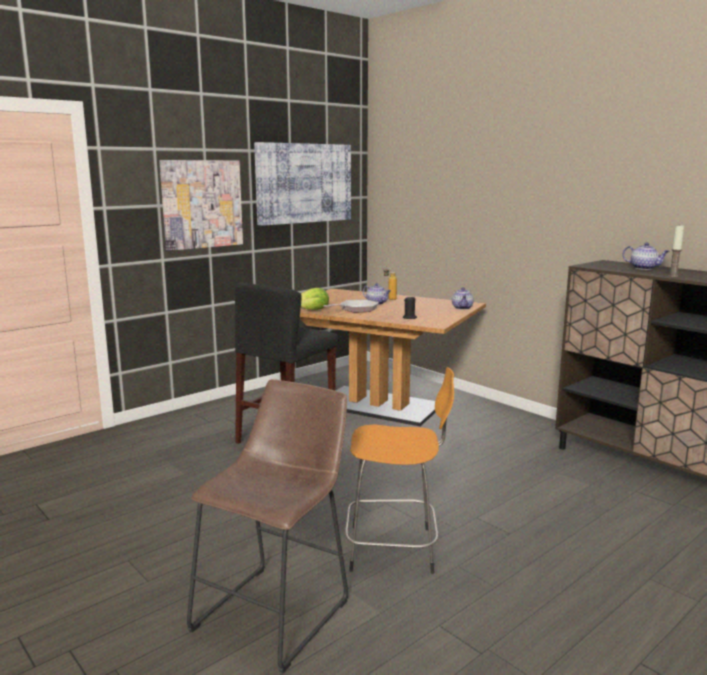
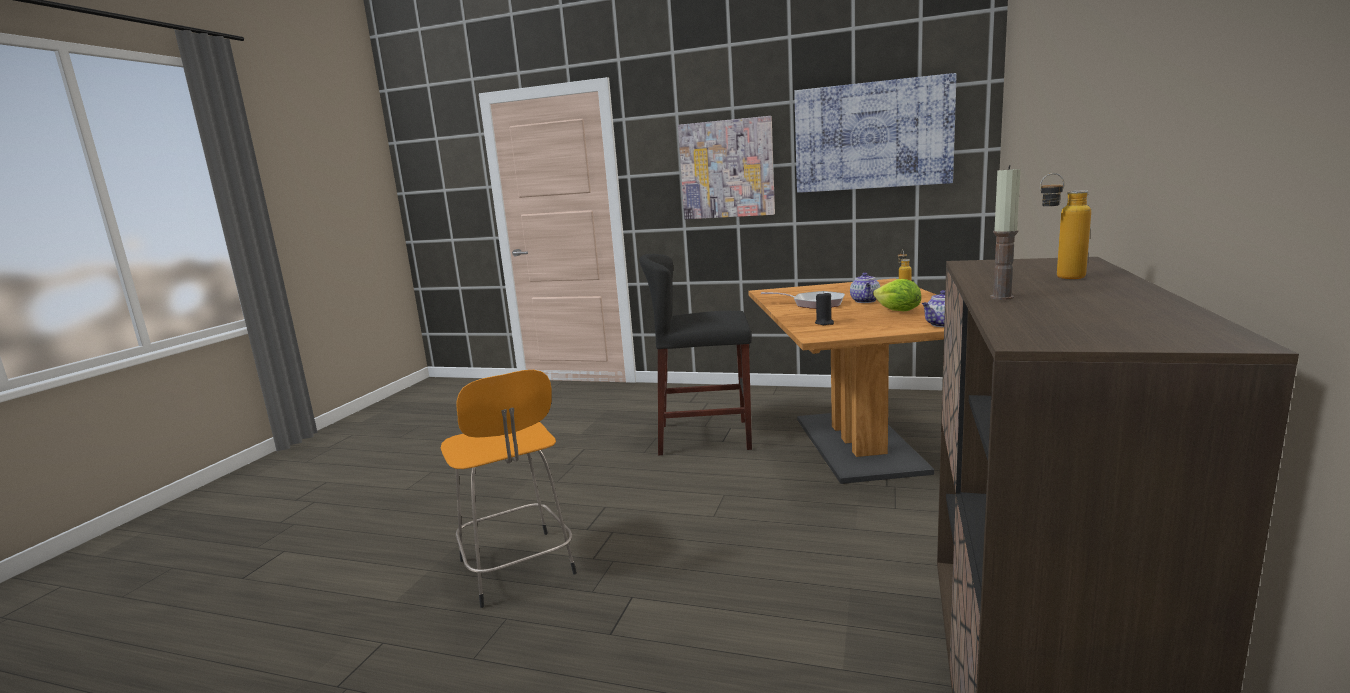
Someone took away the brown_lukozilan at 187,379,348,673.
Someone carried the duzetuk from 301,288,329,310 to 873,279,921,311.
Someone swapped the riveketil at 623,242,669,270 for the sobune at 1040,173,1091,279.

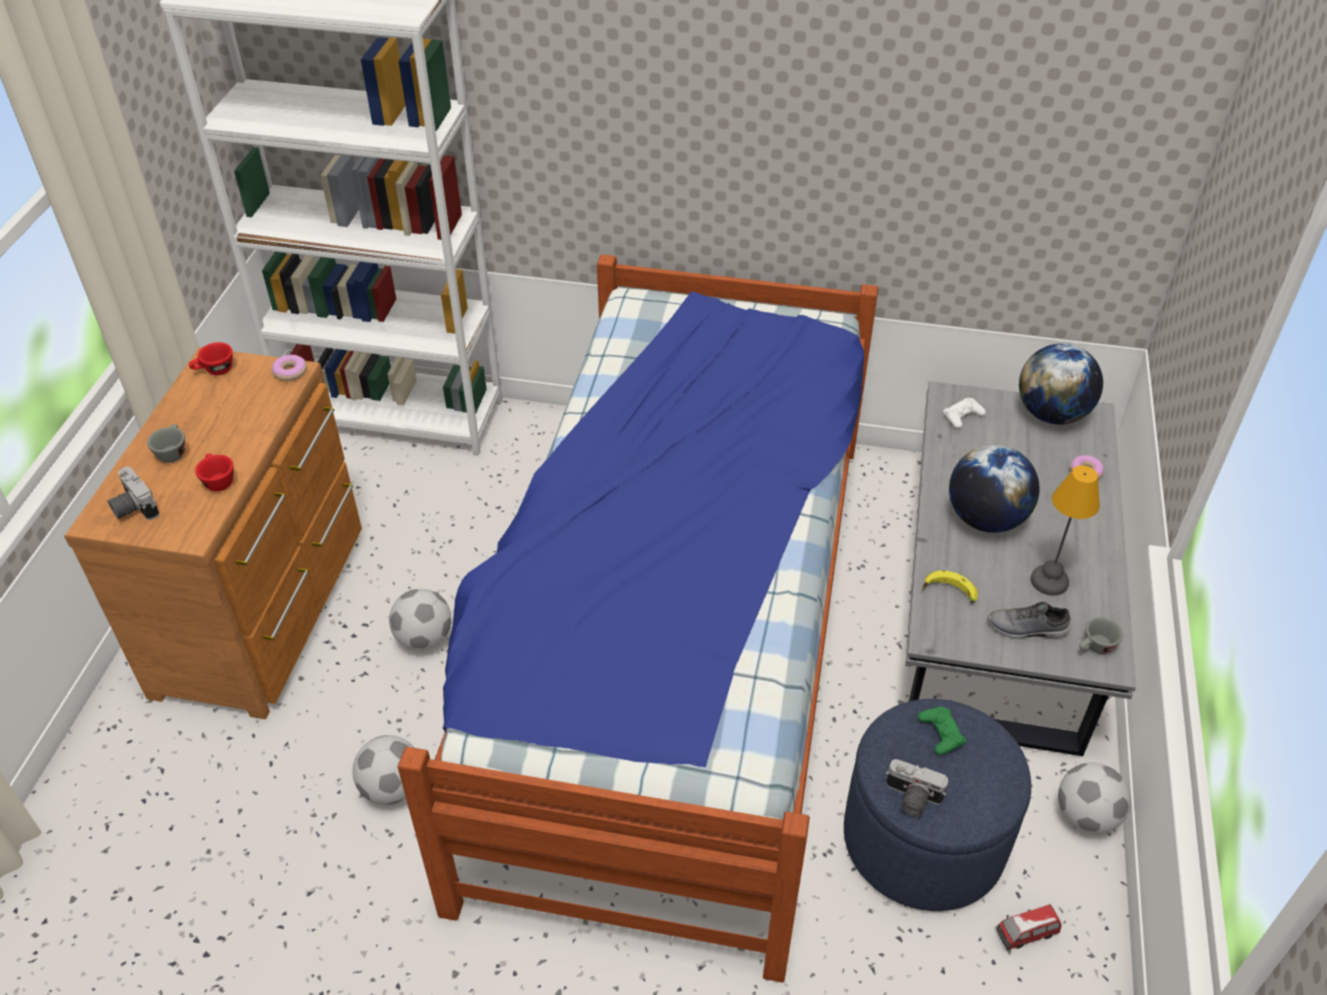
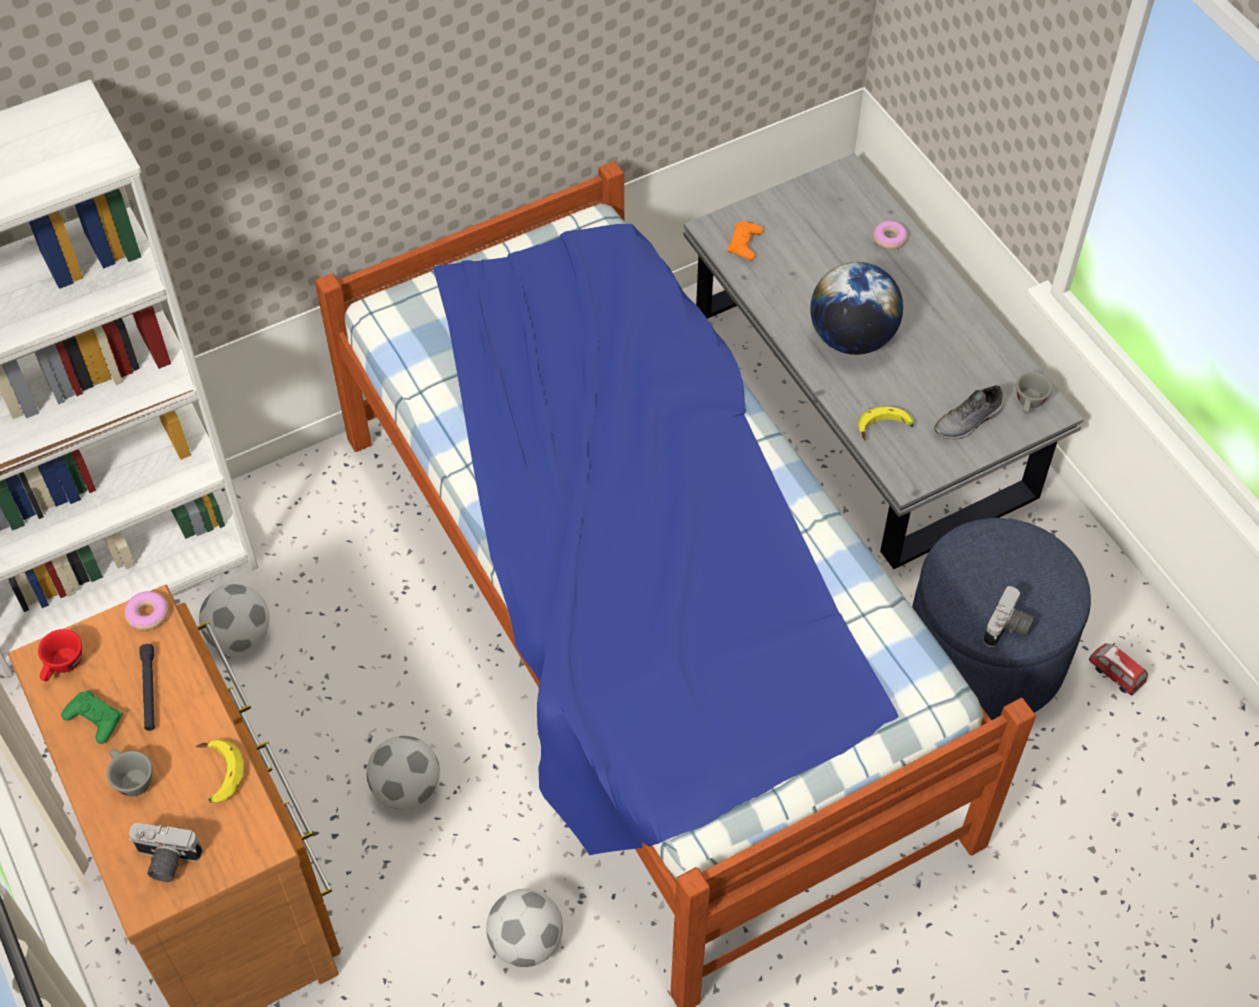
Someone swapped the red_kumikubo at 195,454,234,491 for the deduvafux at 196,740,244,803.
Someone rotated the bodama at 886,759,948,816 by 45 degrees counterclockwise.
Someone carried the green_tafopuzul from 918,707,966,755 to 61,690,123,744.
Someone repainted the white_tafopuzul at 943,398,986,428, which became the orange_tafopuzul at 728,221,763,260.
Someone rotated the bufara at 996,904,1061,949 by 105 degrees clockwise.
Someone took away the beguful at 1019,343,1103,425.
Someone took away the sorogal at 1031,465,1100,596.
Someone carried the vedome from 1058,762,1131,834 to 199,584,270,653.
Someone put down the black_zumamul at 139,644,155,731.

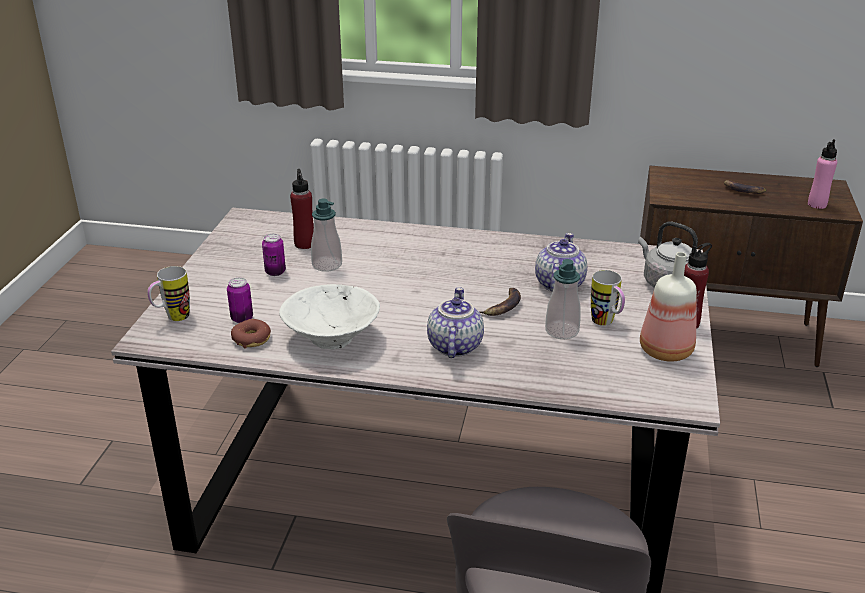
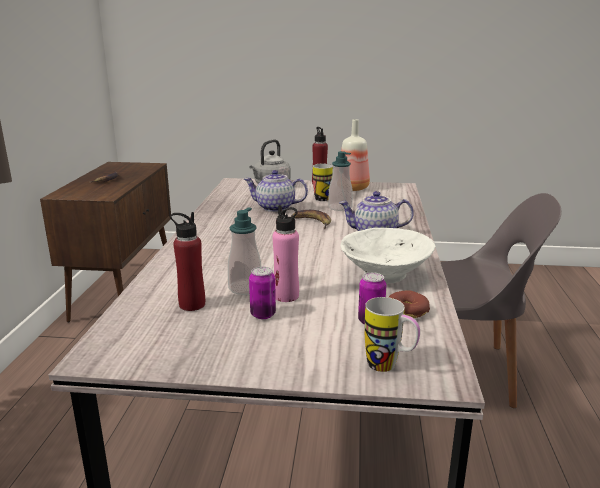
Someone carried the pink_sobune from 808,139,837,209 to 273,205,299,302.

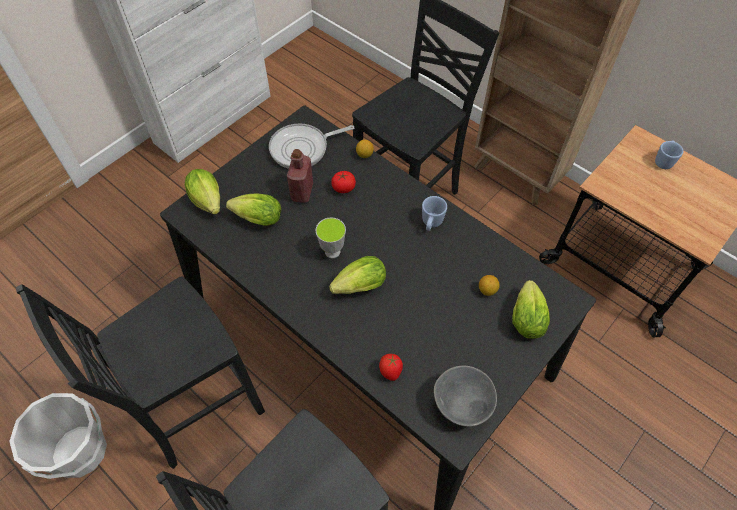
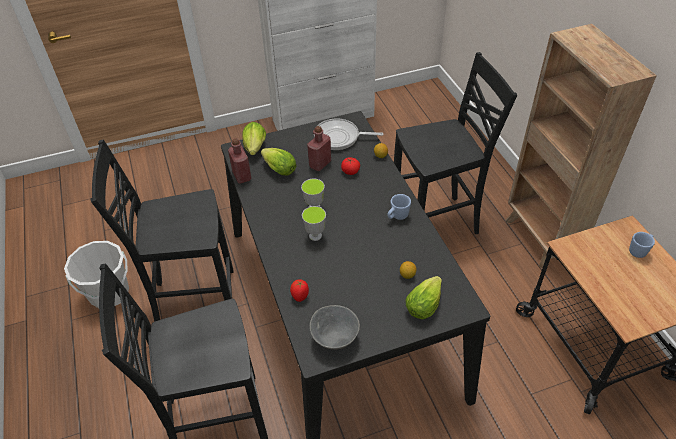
Someone swapped the duzetuk at 329,256,386,294 for the kumikubo at 302,206,326,241.
Someone put down the red_sobune at 228,138,251,183.

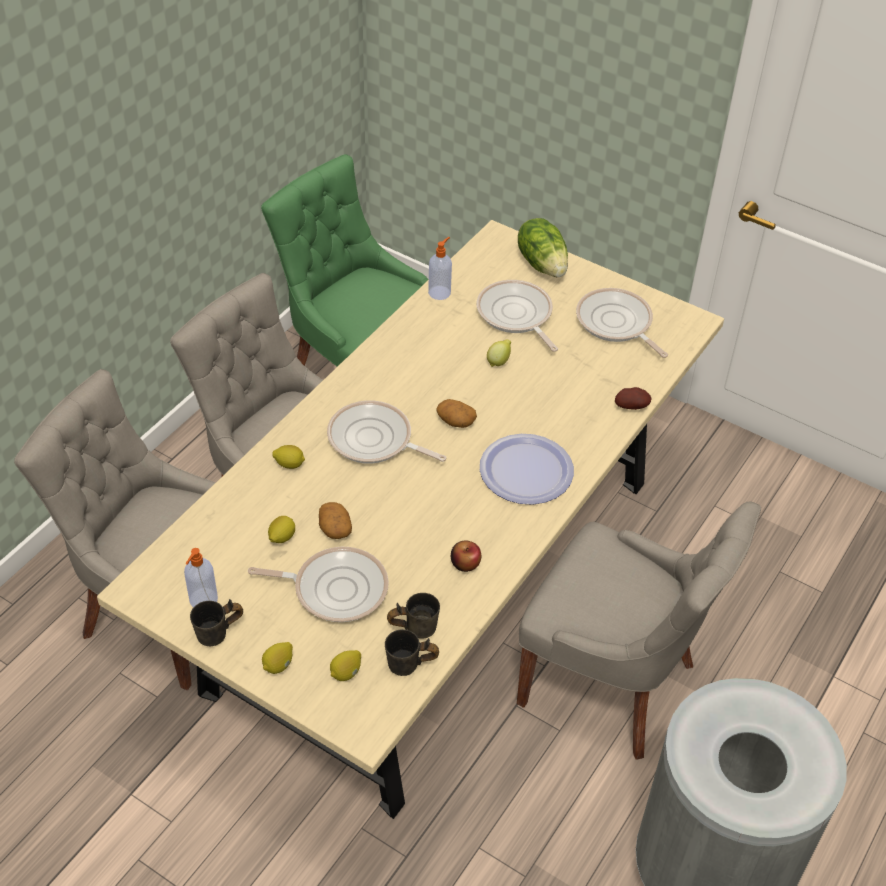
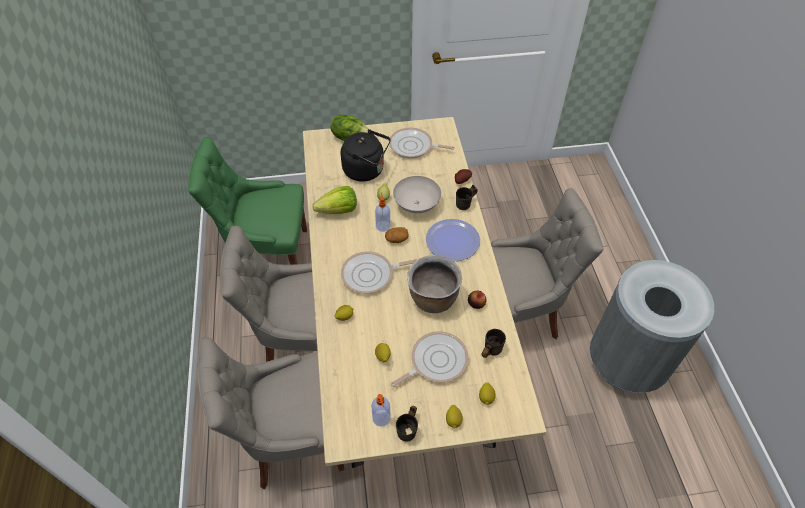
Someone took away the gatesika at 319,502,352,539.
Someone carried the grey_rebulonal from 385,629,439,676 to 456,184,478,210.
Someone carried the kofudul from 428,237,452,300 to 375,192,390,232.
Someone swapped the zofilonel at 476,280,558,352 for the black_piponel at 341,129,391,182.
Someone put down the duzetuk at 312,186,357,214.
Someone put down the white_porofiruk at 393,176,441,213.
Someone put down the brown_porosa at 407,255,462,313.

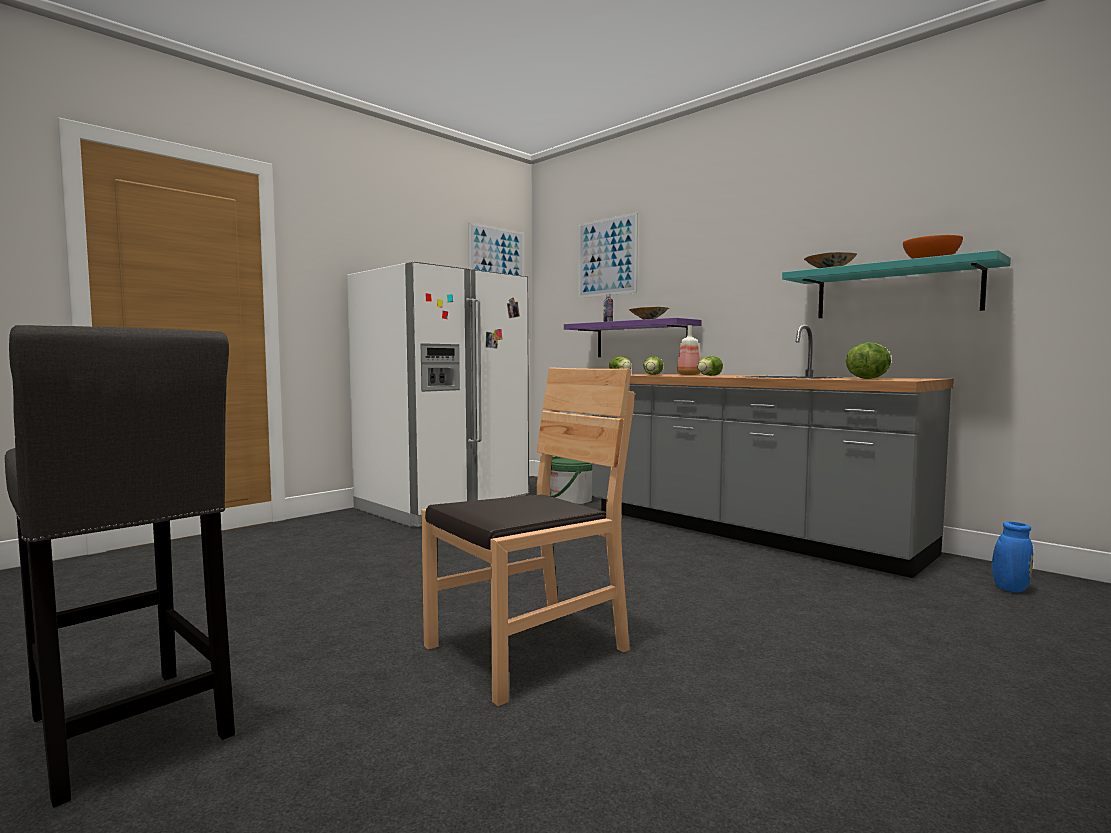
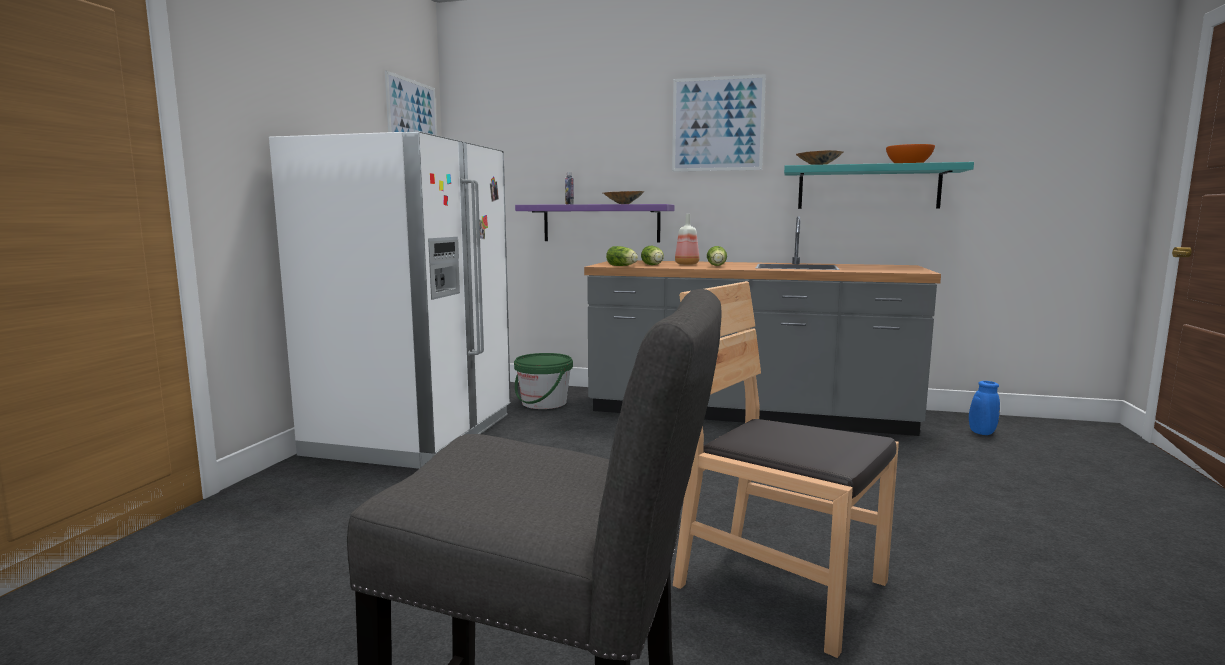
Someone rotated the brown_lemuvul at 421,367,634,706 by 75 degrees counterclockwise.
Someone carried the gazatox from 578,212,638,298 to 672,74,766,172.
Someone took away the duzetuk at 846,342,891,379.

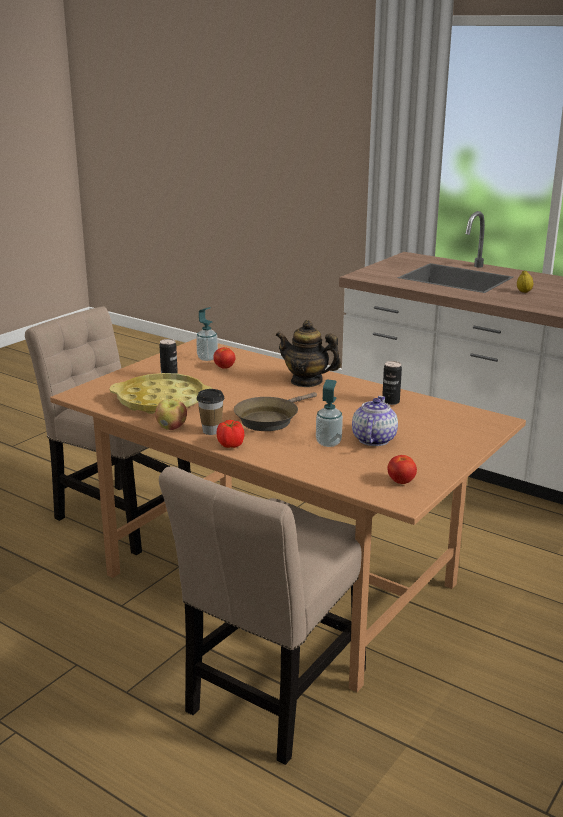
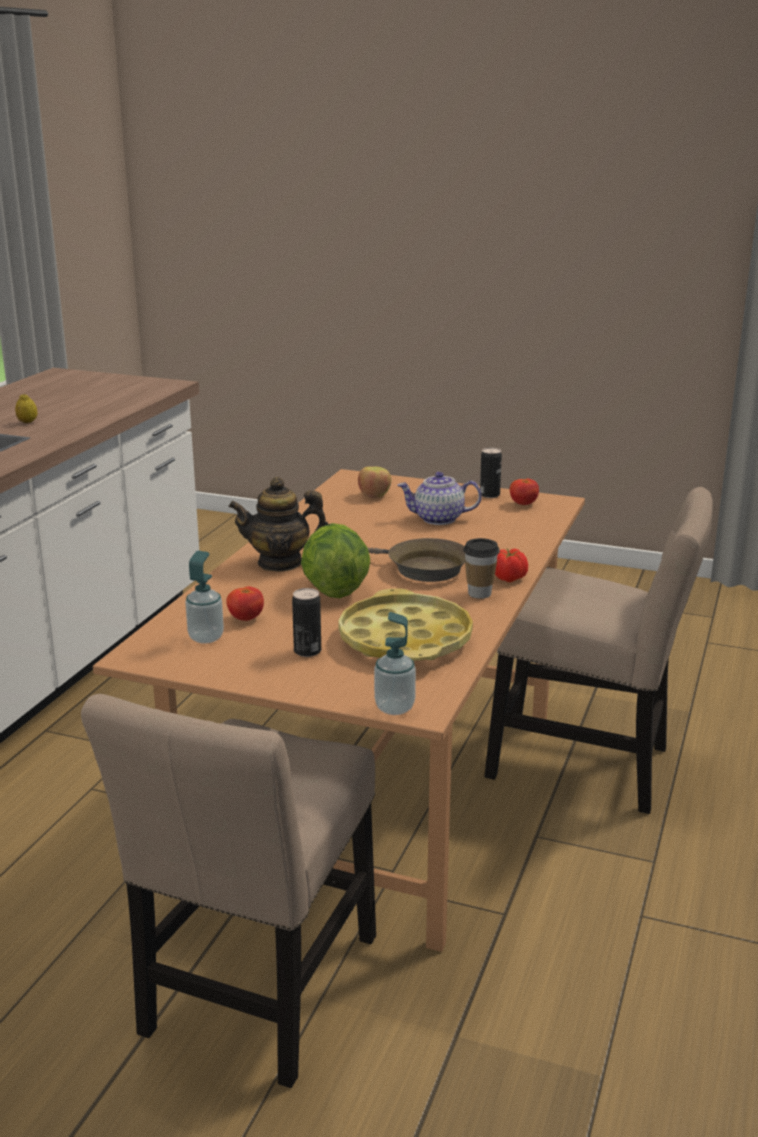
Someone carried the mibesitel from 155,399,187,430 to 358,466,392,498.
Someone rotated the riveketil at 276,320,341,387 by 75 degrees clockwise.
Someone carried the kofudul from 316,380,343,447 to 374,612,416,715.
Someone carried the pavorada from 382,361,402,405 to 480,448,502,498.
Someone put down the duzetuk at 301,523,370,598.

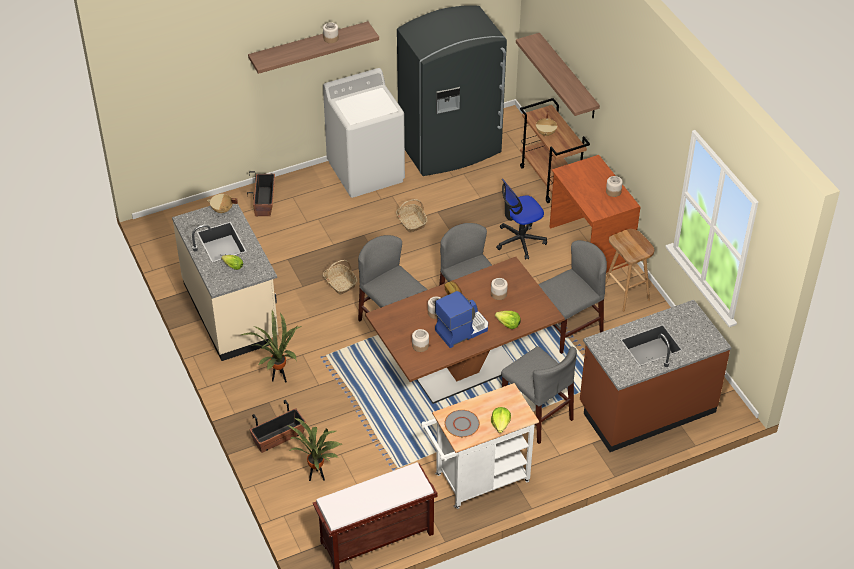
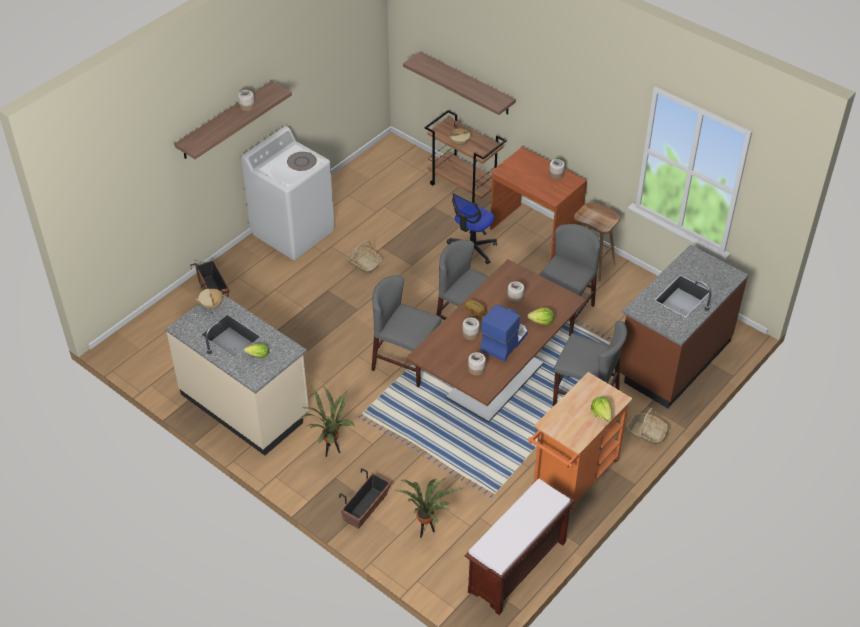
Someone carried the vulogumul from 323,260,357,295 to 627,408,668,445.
Someone took away the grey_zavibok at 397,5,507,176.
Someone repainted the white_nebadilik at 421,383,539,509, which became the orange_nebadilik at 528,372,633,511.
Someone carried the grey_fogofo from 445,410,480,437 to 287,152,317,171.

